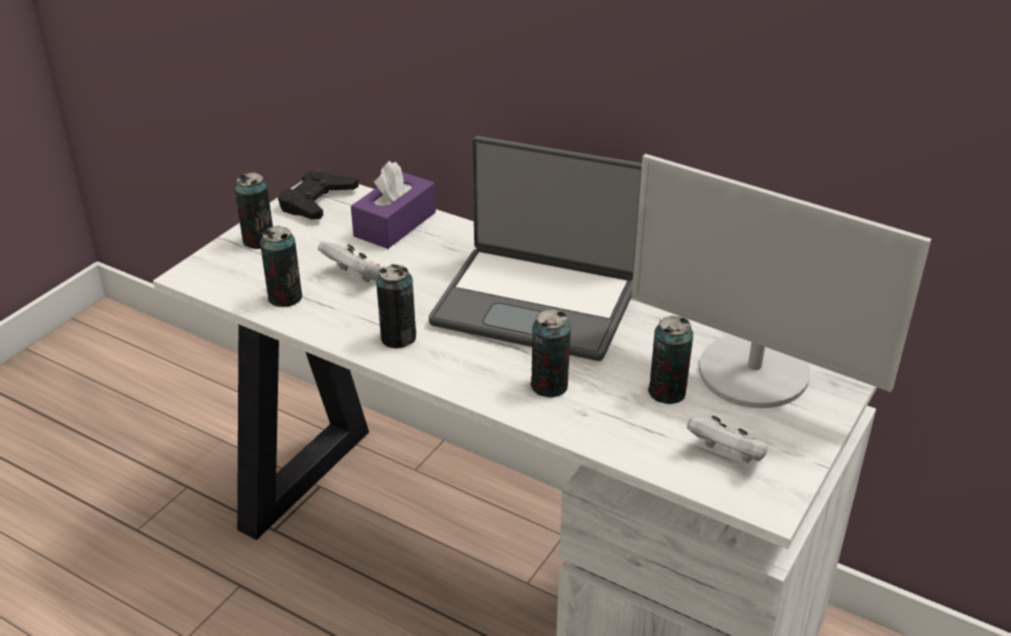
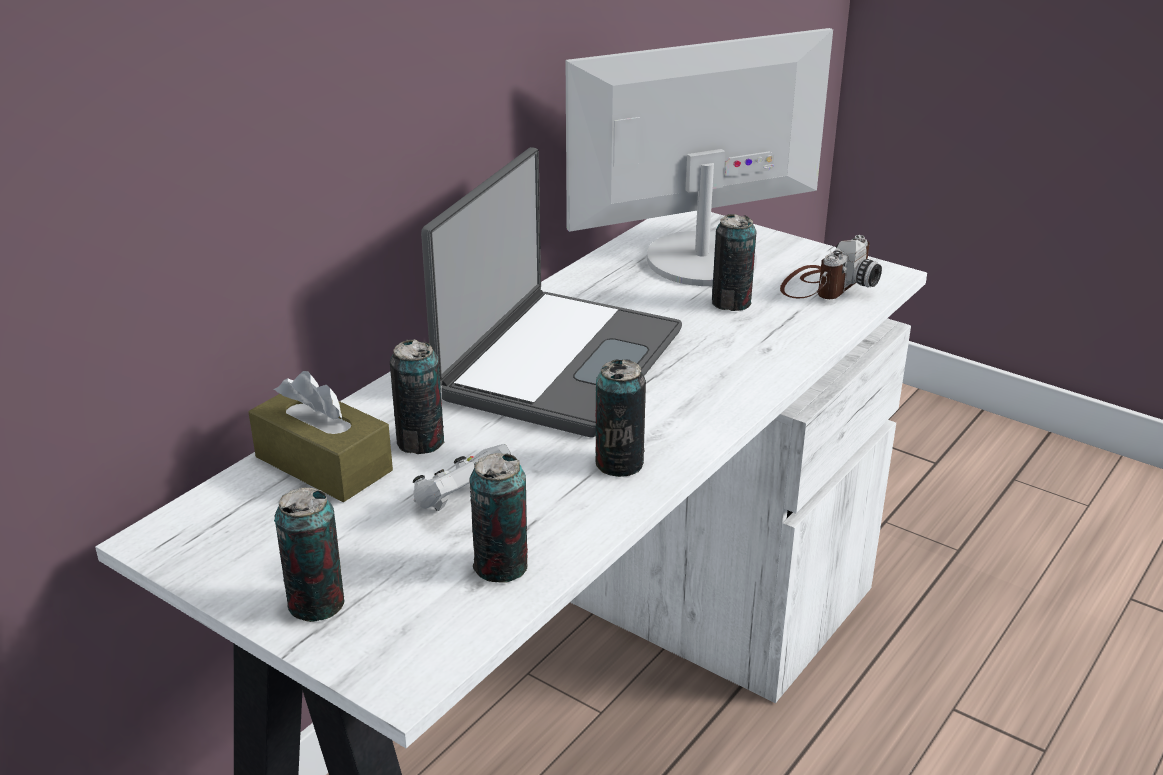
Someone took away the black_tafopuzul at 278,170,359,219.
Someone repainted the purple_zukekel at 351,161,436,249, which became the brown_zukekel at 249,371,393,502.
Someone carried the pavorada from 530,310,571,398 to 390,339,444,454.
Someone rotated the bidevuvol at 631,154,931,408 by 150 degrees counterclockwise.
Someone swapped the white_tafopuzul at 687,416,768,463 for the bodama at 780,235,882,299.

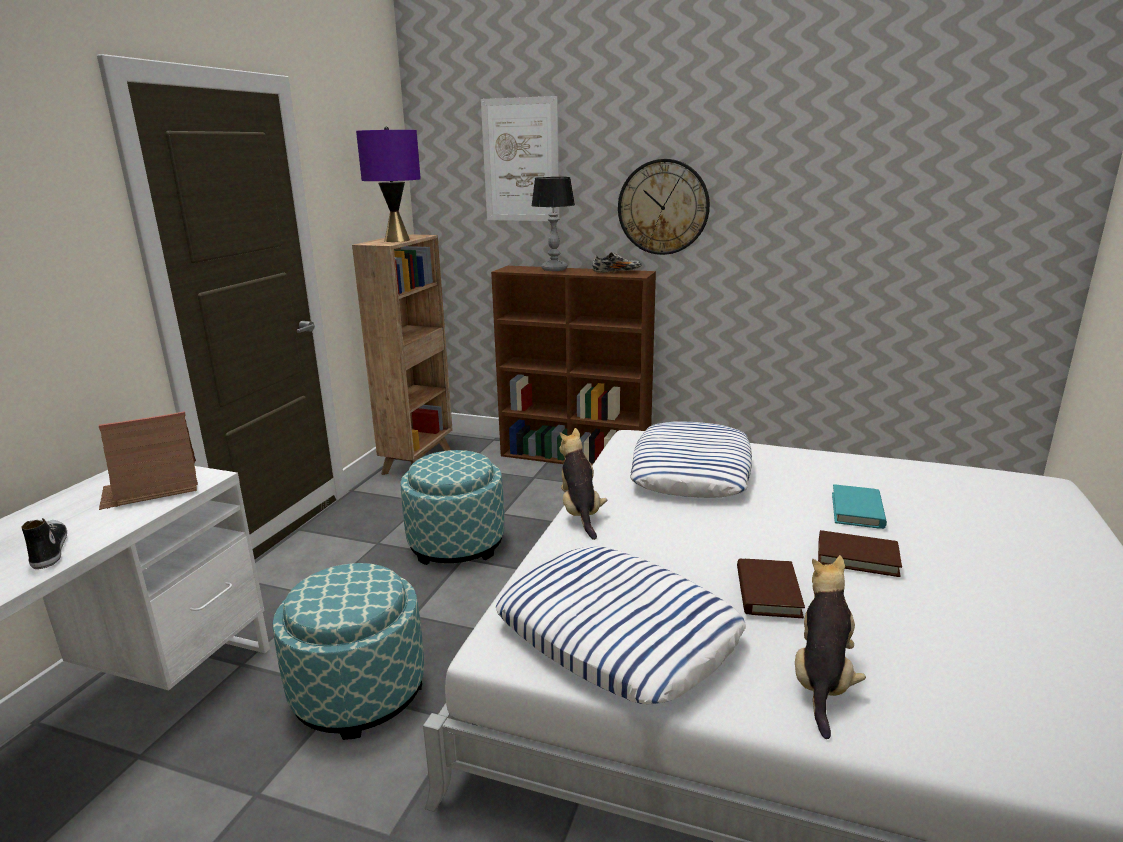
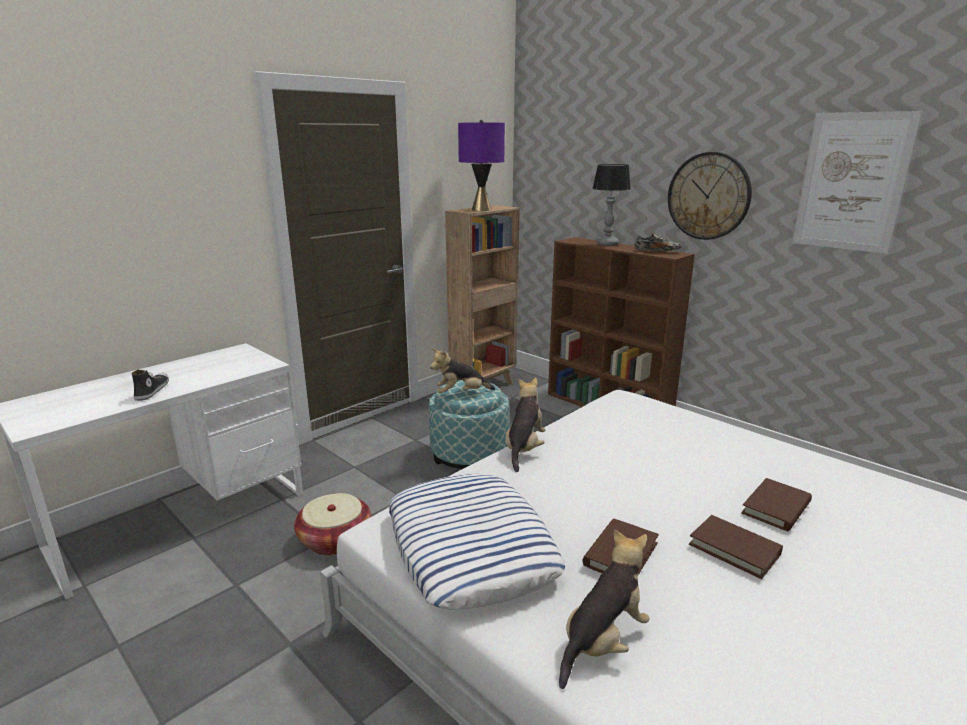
Someone took away the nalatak at 99,411,198,510.
Someone swapped the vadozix at 273,563,424,740 for the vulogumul at 294,493,371,555.
Someone carried the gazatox from 481,96,560,221 to 792,111,922,254.
Someone took away the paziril at 630,421,752,498.
Someone repainted the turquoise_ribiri at 832,484,887,529, which became the brown_ribiri at 741,478,812,531.
Someone put down the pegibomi at 430,349,495,393.

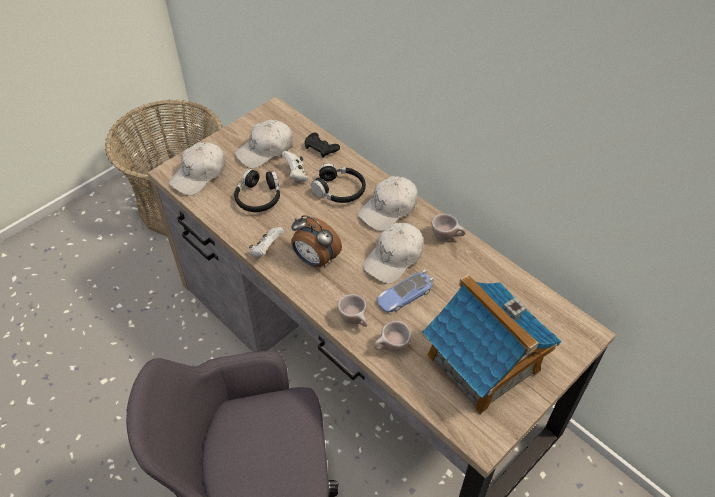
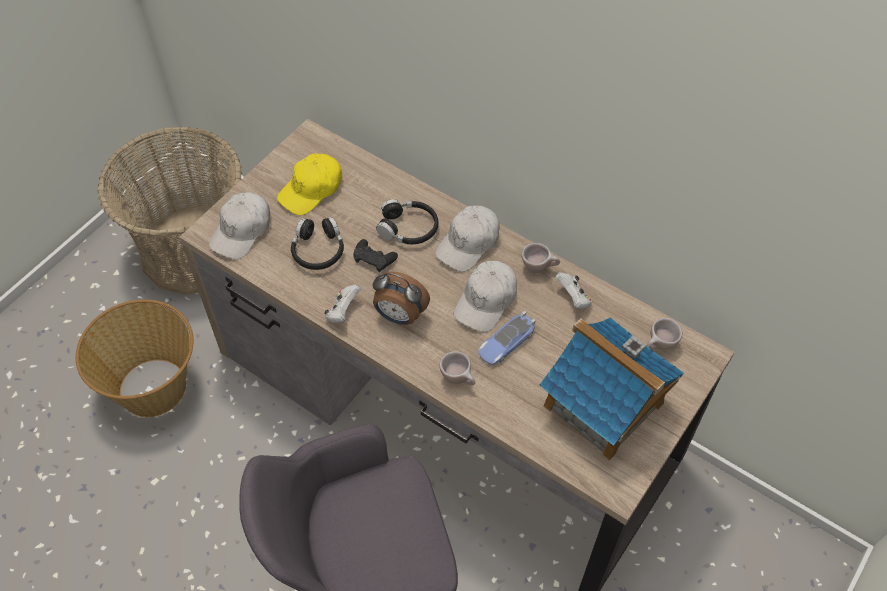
Someone repainted the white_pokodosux at 235,120,293,168, which became the yellow_pokodosux at 277,154,342,215.
Someone carried the white_tafopuzul from 282,151,308,182 to 555,272,592,309.
Someone carried the black_tafopuzul from 304,133,340,158 to 353,239,398,272.
Someone carried the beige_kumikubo from 374,321,411,351 to 646,318,682,350.
Someone put down the vulogumul at 76,299,193,417.

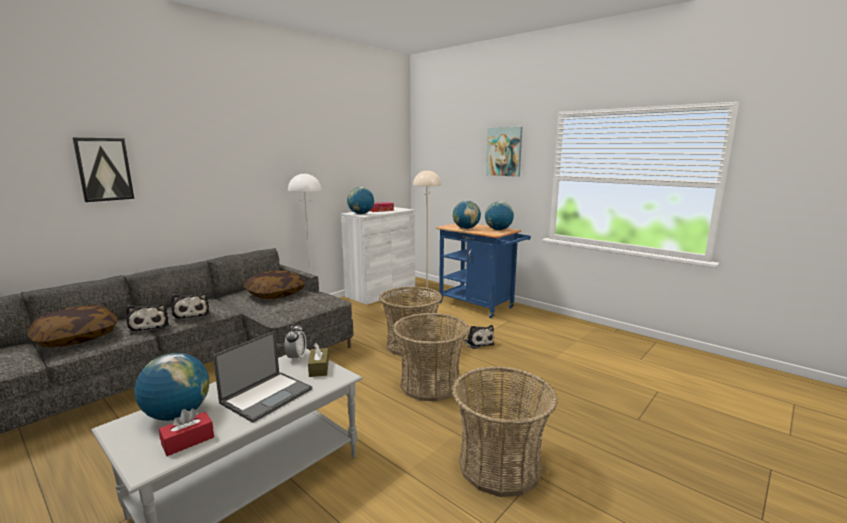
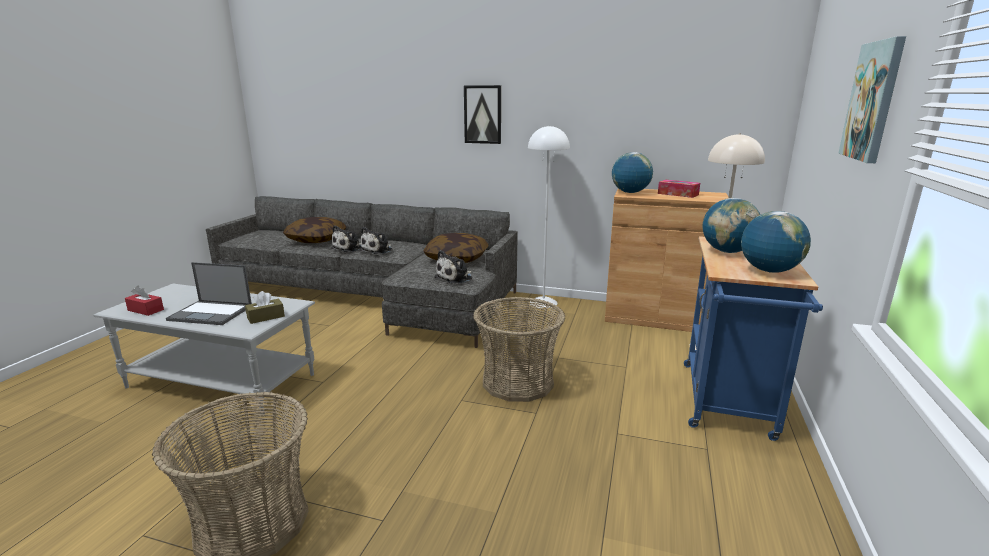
Someone carried the gazatox from 72,138,134,202 to 464,85,501,144.
Someone took away the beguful at 134,353,209,421.
Someone took away the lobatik at 285,322,306,362.
Someone repainted the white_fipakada at 341,207,415,305, which became the brown_fipakada at 605,188,729,332.
Someone took away the vulogumul at 393,313,469,402.
Someone carried the pegibomi from 464,325,494,349 to 434,250,472,283.

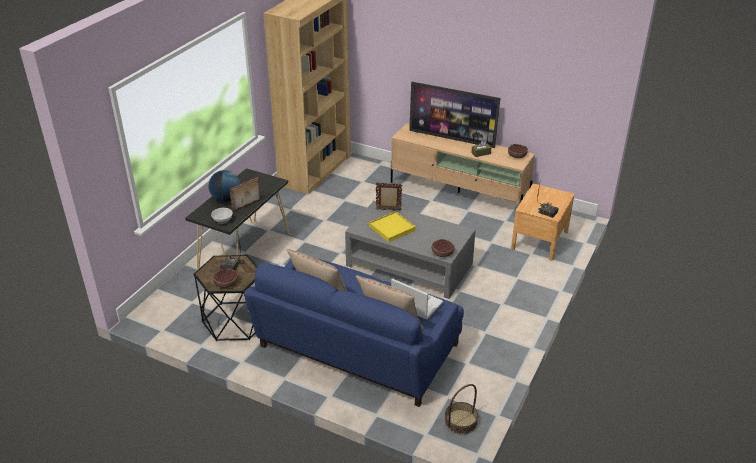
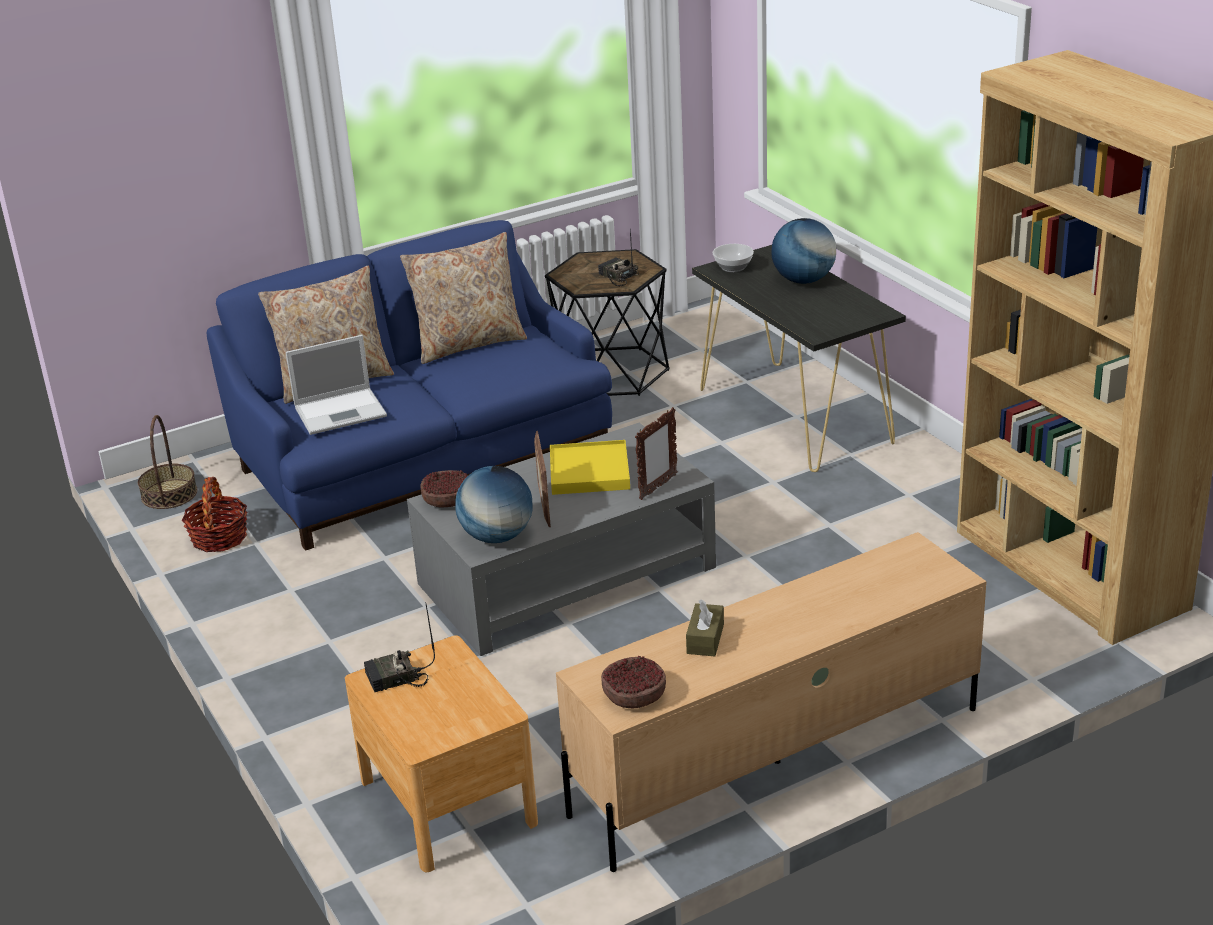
Someone took away the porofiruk at 213,268,238,288.
Someone carried the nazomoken from 230,177,261,212 to 534,431,551,527.
Someone took away the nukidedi at 409,81,500,148.
Someone put down the vulogumul at 182,477,247,552.
Someone put down the beguful at 455,466,532,543.

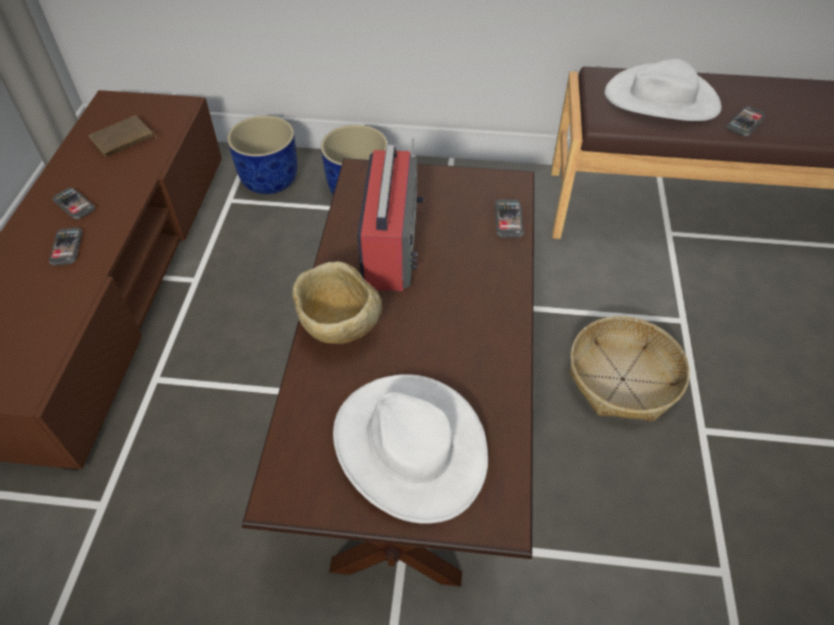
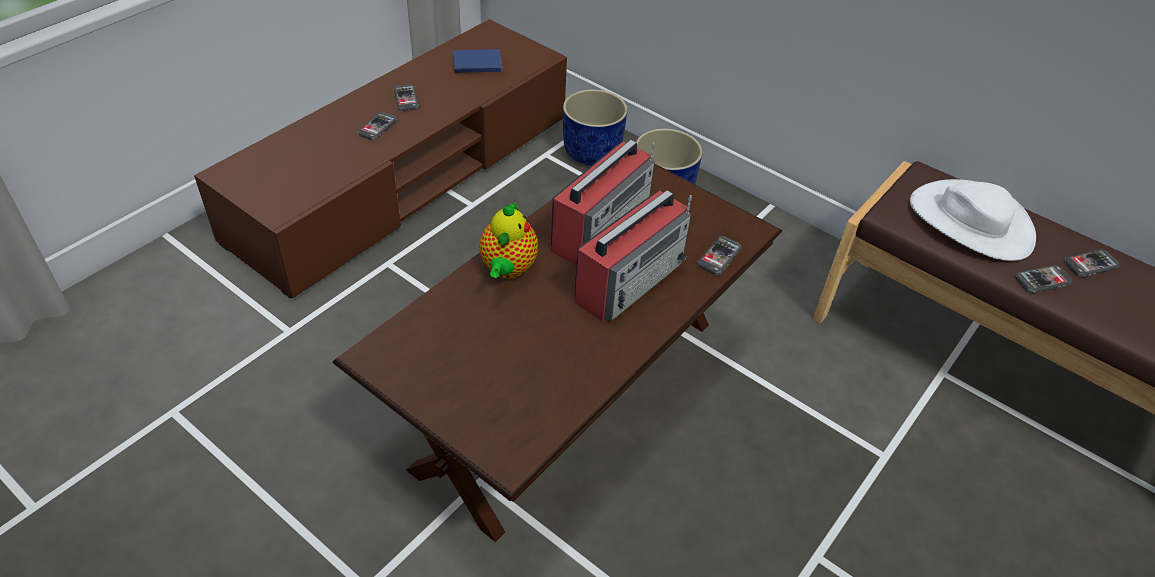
Someone repainted the brown_ribiri at 89,116,158,157, which became the blue_ribiri at 453,49,504,74.
Someone swapped the beige_porofiruk at 292,261,382,344 for the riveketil at 479,202,538,279.
Someone took away the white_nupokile at 333,374,488,524.
Someone took away the vulogumul at 569,316,690,421.
Someone put down the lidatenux at 575,190,692,322.
Someone put down the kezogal at 1065,249,1119,277.

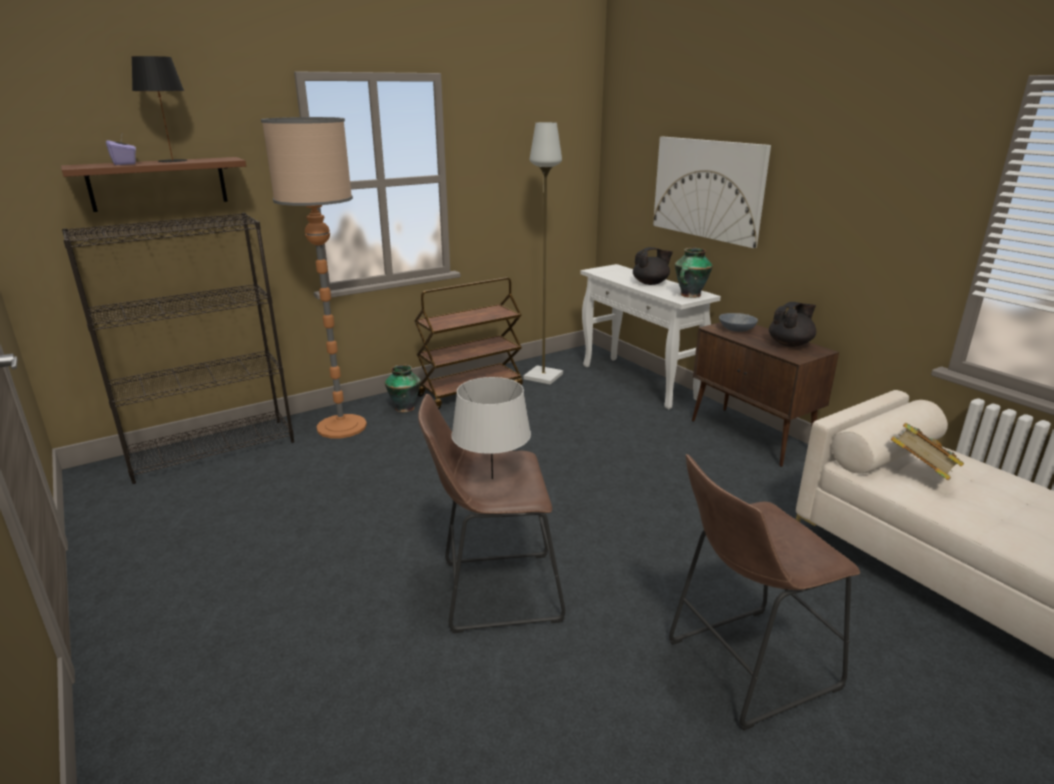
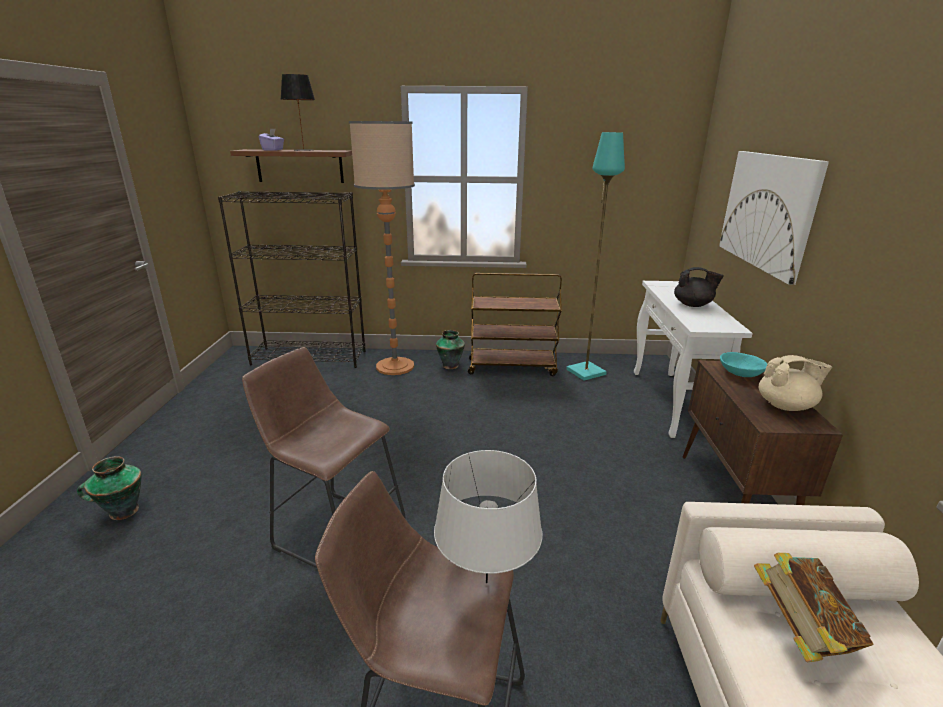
Someone carried the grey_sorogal from 452,377,531,479 to 434,450,542,583.
Someone repainted the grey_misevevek at 523,122,563,385, which became the turquoise_misevevek at 566,132,625,381.
Someone carried the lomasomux from 675,248,713,298 to 77,456,141,520.
Someone repainted the grey_porofiruk at 719,313,758,332, which became the turquoise_porofiruk at 720,352,767,377.
Someone repainted the black_riveketil at 769,302,816,347, which became the beige_riveketil at 759,355,832,411.

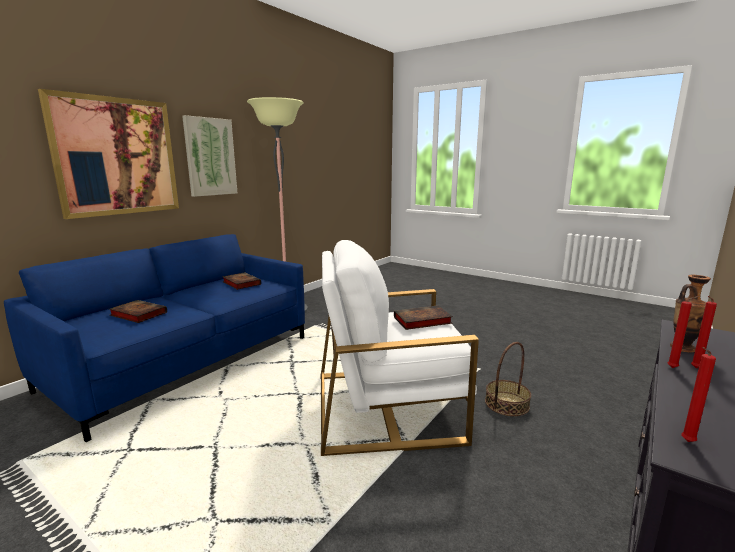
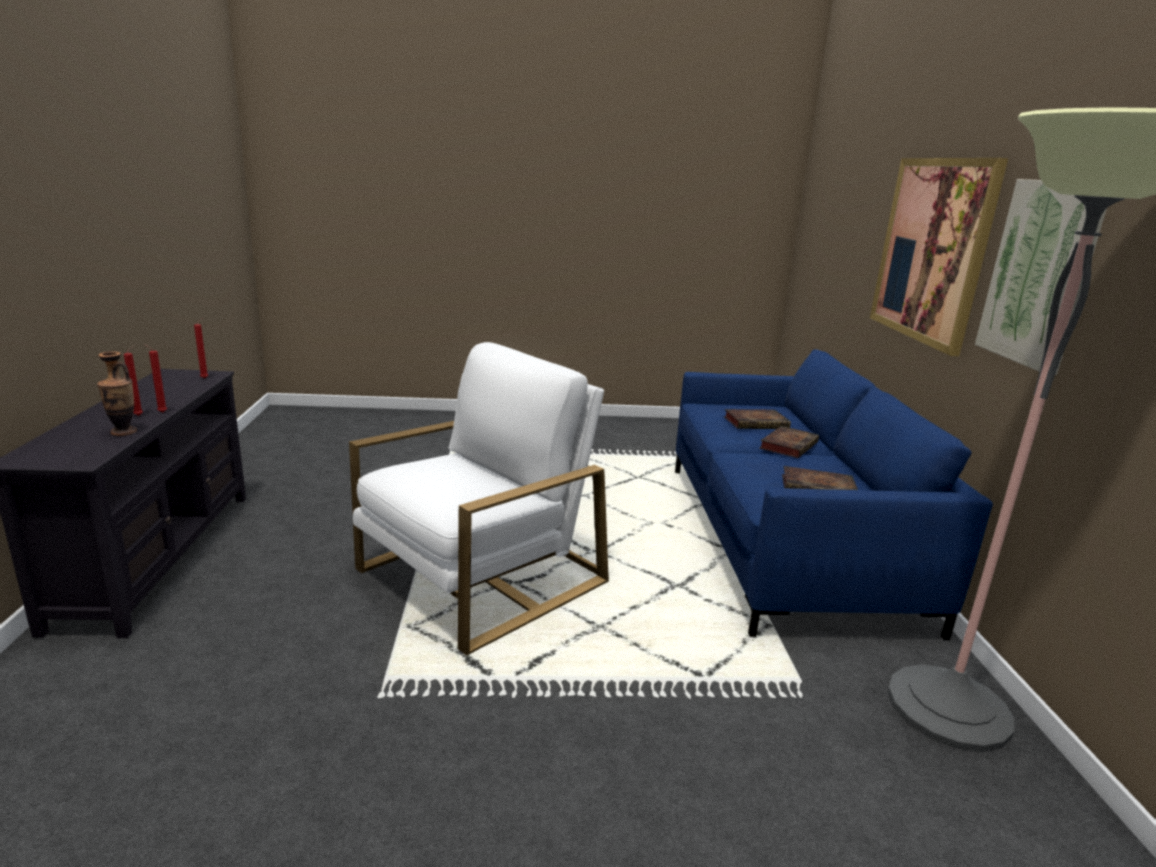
Someone carried the ribiri from 394,305,453,330 to 759,426,819,458.
Someone took away the vulogumul at 485,342,531,416.

